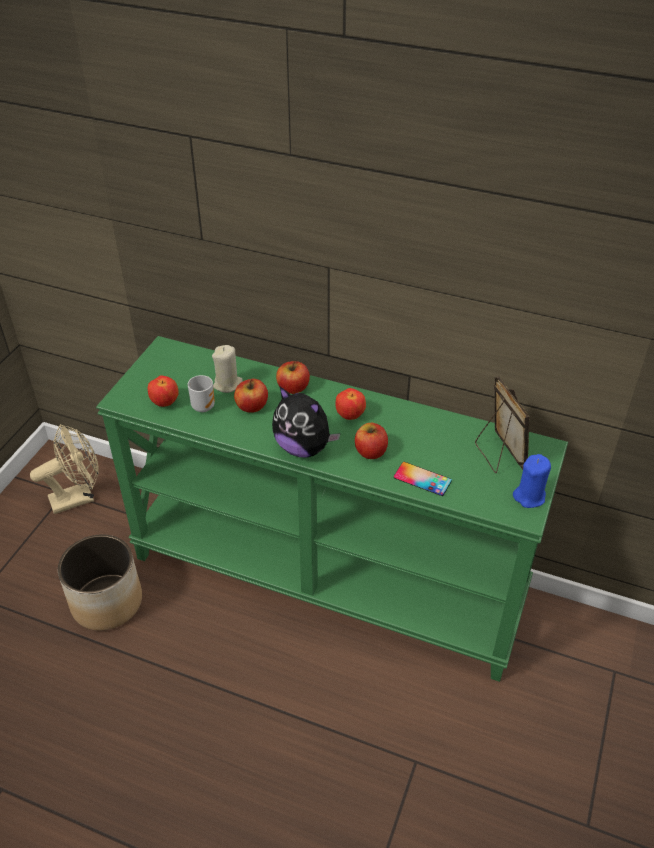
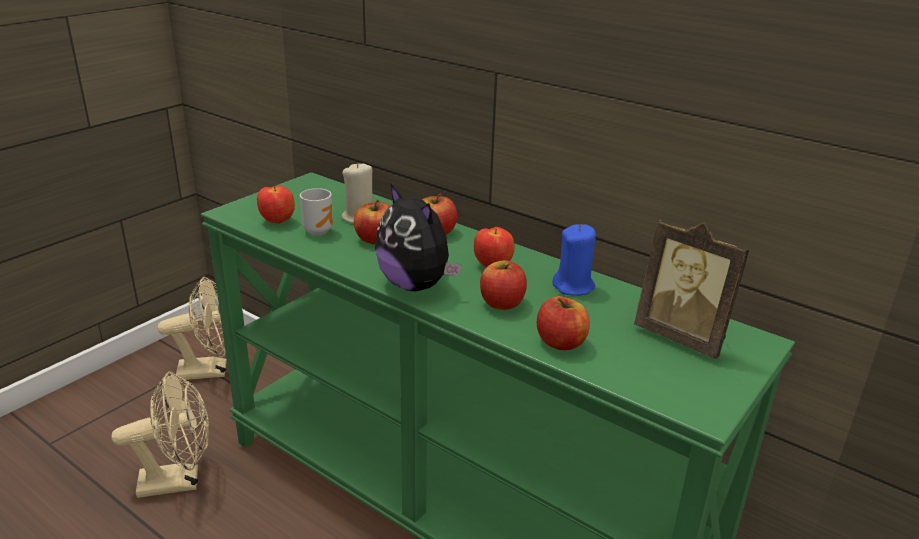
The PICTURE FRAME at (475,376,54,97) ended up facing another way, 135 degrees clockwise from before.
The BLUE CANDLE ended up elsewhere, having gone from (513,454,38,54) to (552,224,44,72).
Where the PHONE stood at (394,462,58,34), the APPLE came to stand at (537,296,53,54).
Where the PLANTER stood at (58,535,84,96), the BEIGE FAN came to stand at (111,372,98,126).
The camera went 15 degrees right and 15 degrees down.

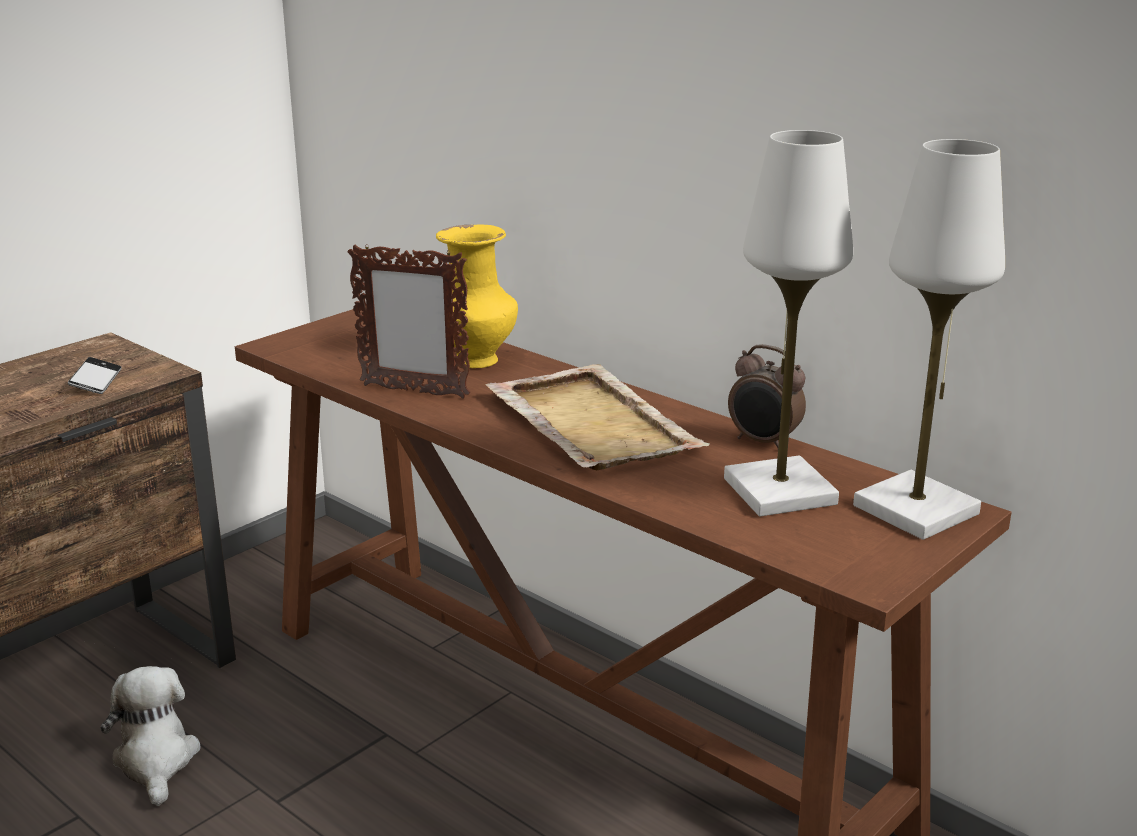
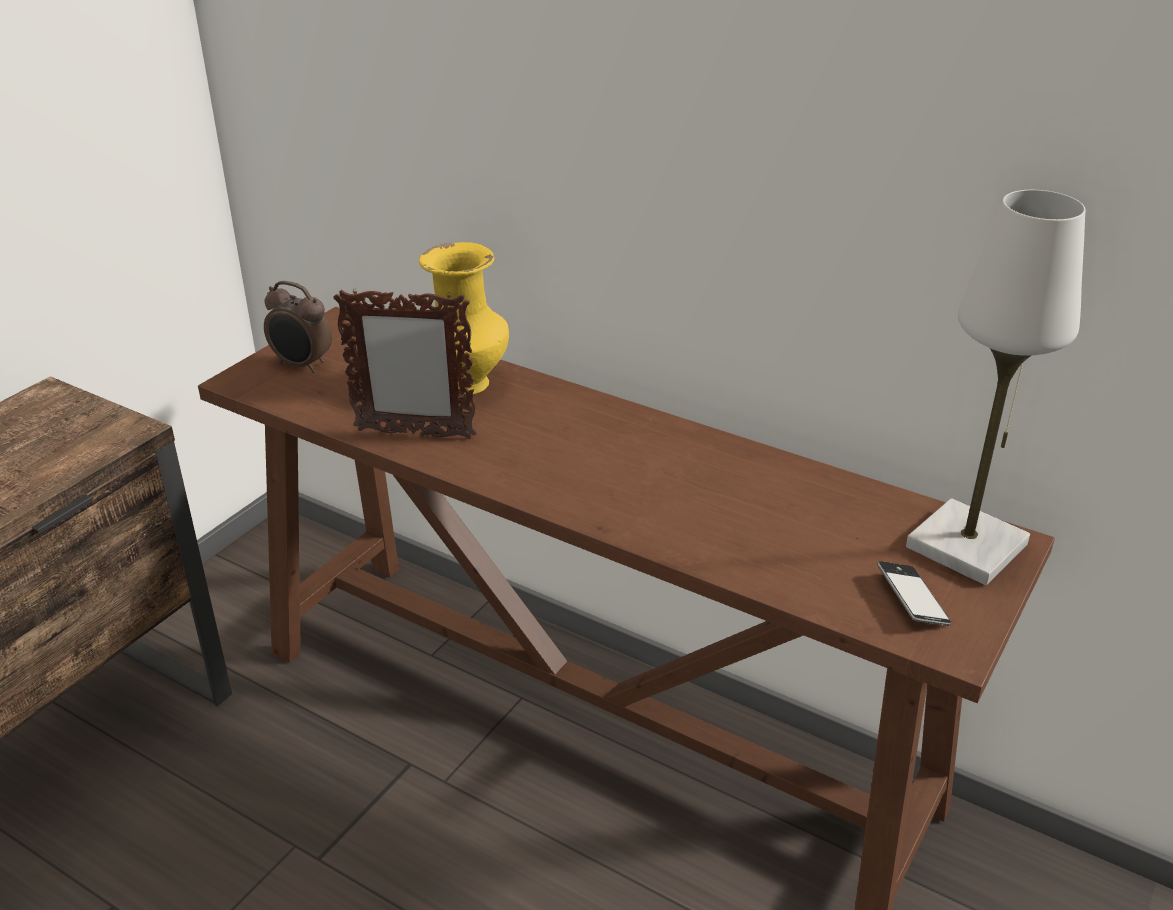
The second view lost the WHITE TABLE LAMP at (724,130,129,386).
The ALARM CLOCK ended up elsewhere, having gone from (728,344,78,104) to (264,281,68,92).
The PHONE ended up elsewhere, having gone from (68,357,53,37) to (877,561,74,65).
The second view lost the BEIGE TRAY at (486,364,224,106).
The second view lost the PLUSH TOY at (100,666,101,140).
The camera went 10 degrees left and 10 degrees up.

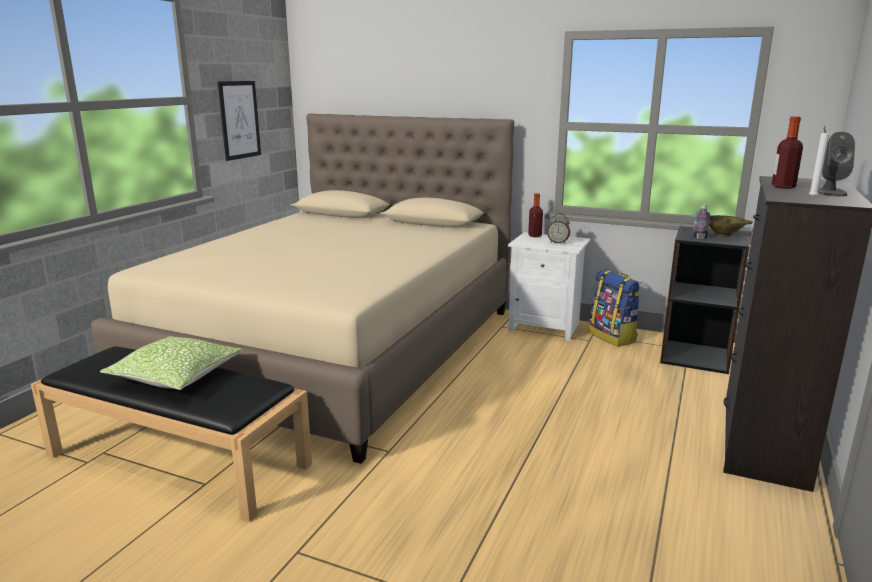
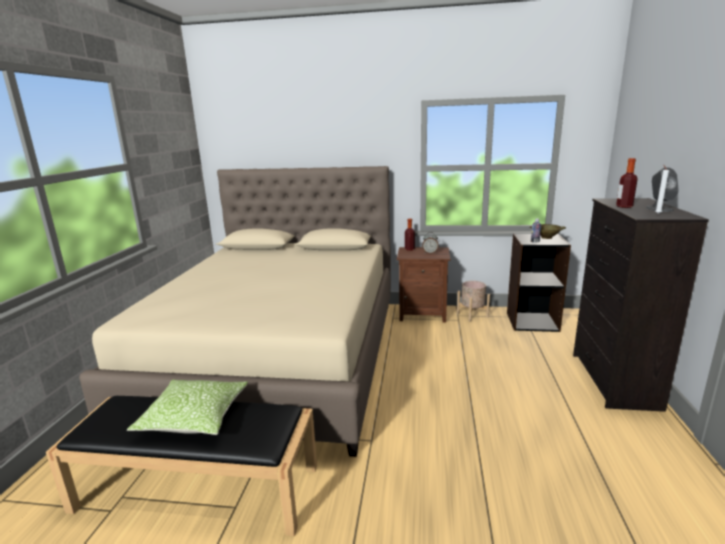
The second view lost the PICTURE at (218,81,43,80).
What was the WHITE NIGHTSTAND at (508,232,82,109) turned into the BROWN NIGHTSTAND at (397,247,53,76).
Where the BACKPACK stood at (589,270,52,77), the BEIGE PLANTER came to stand at (457,281,33,41).
The camera went 15 degrees left and 0 degrees up.

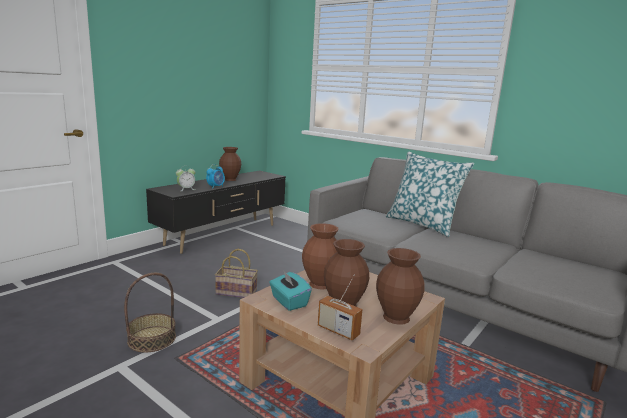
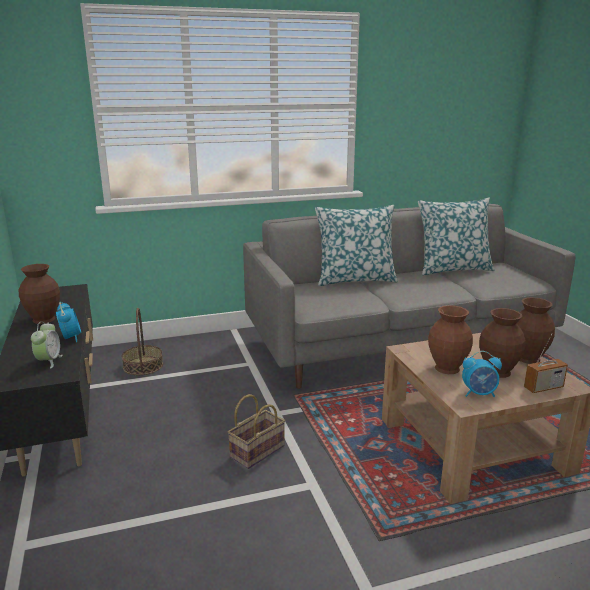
Where the TURQUOISE TISSUE BOX stood at (269,270,43,41), the ALARM CLOCK came to stand at (462,351,40,46).
The BASKET ended up elsewhere, having gone from (124,273,52,79) to (122,308,41,67).
The second view gained the PILLOW at (418,198,76,78).
The camera went 55 degrees left and 5 degrees up.

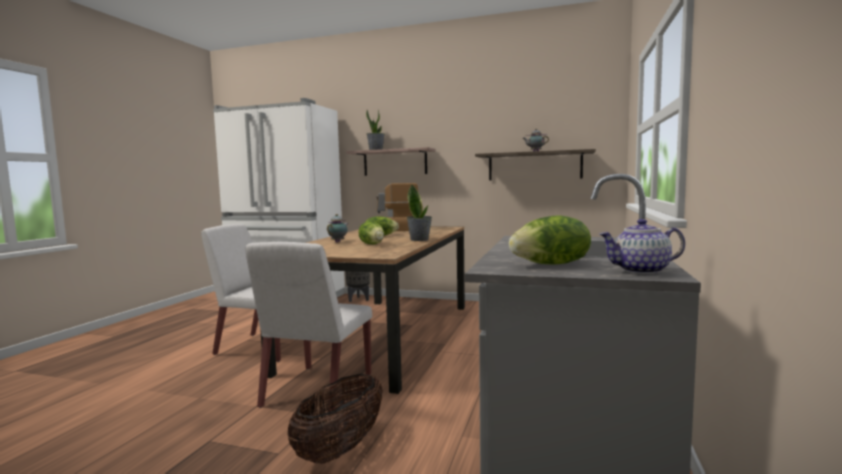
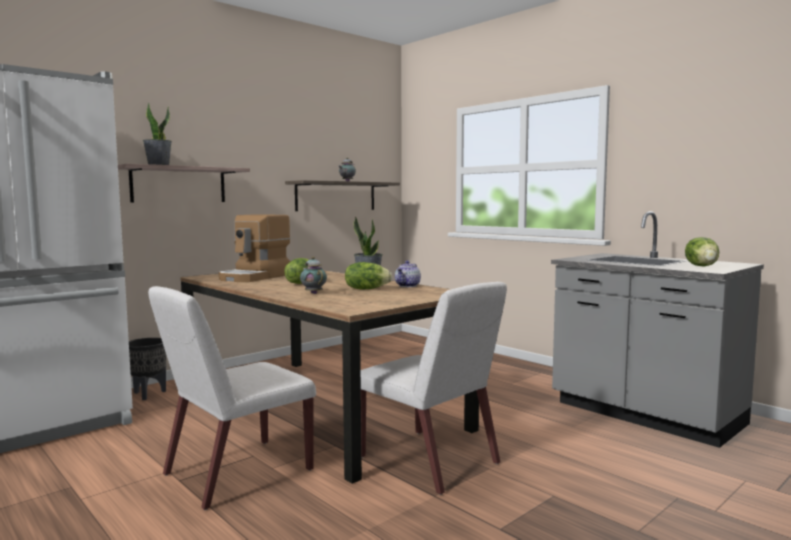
The TEAPOT ended up elsewhere, having gone from (599,219,86,55) to (395,260,26,27).
The second view lost the BASKET at (287,374,96,90).
The camera went 60 degrees left and 0 degrees up.

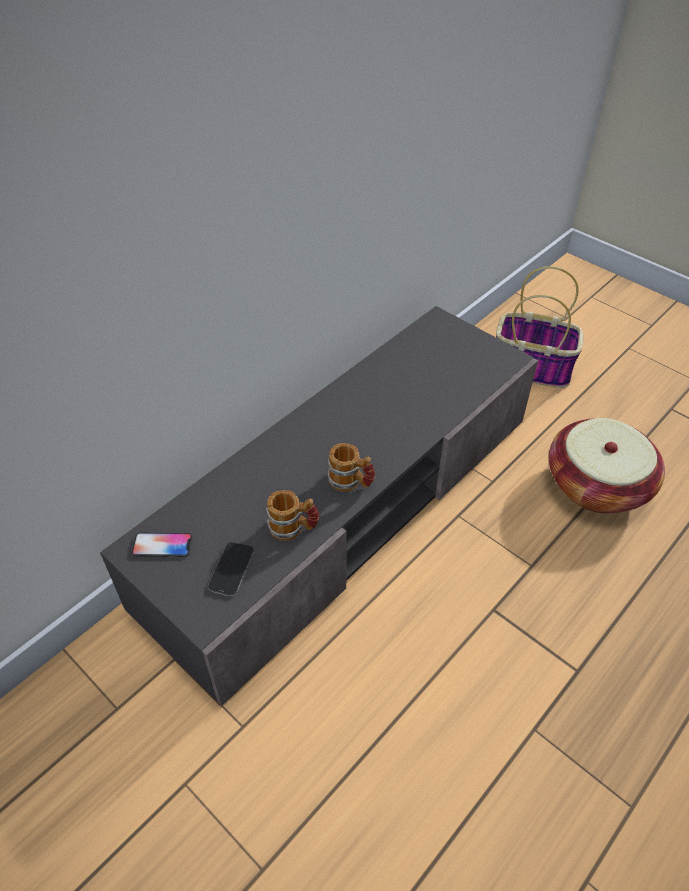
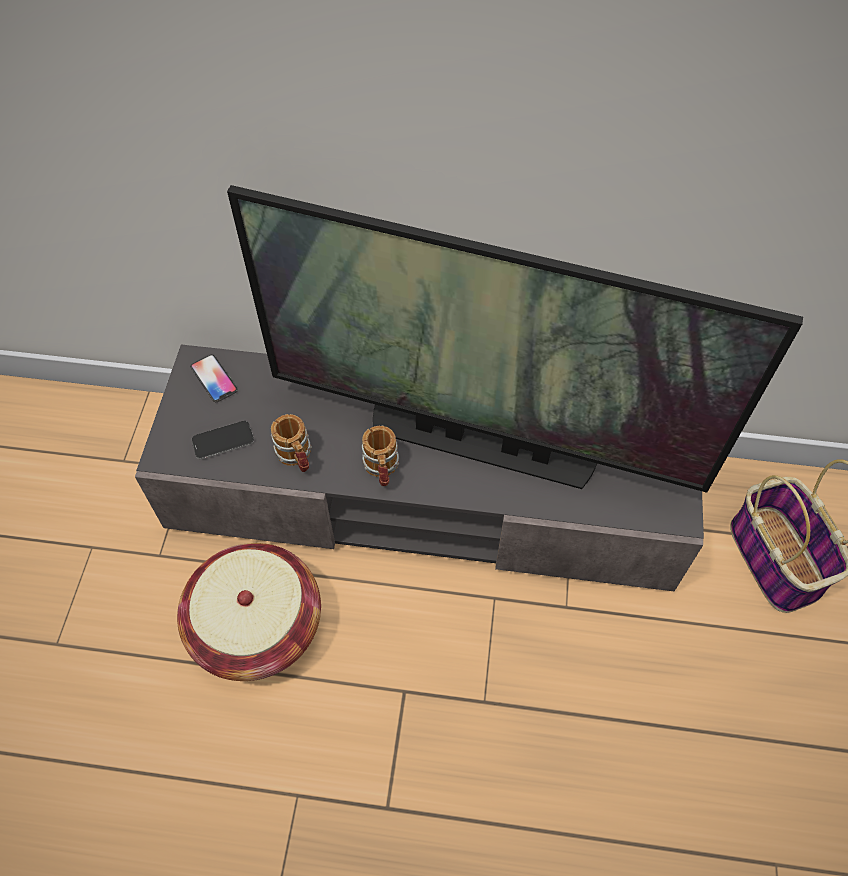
The BASKET ended up elsewhere, having gone from (549,418,116,96) to (177,543,144,138).
The second view gained the TELEVISION at (227,185,576,308).
The camera went 55 degrees right and 10 degrees up.

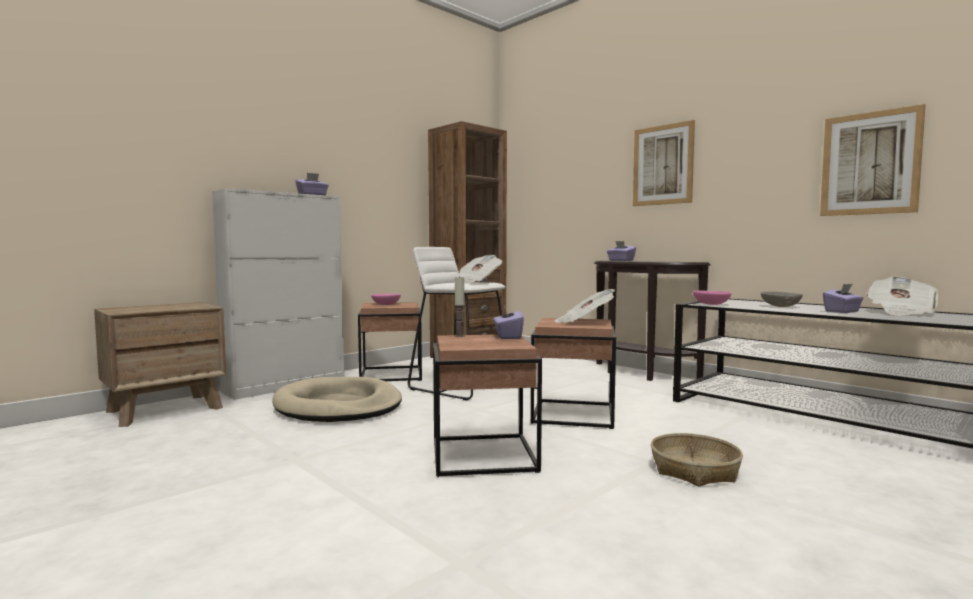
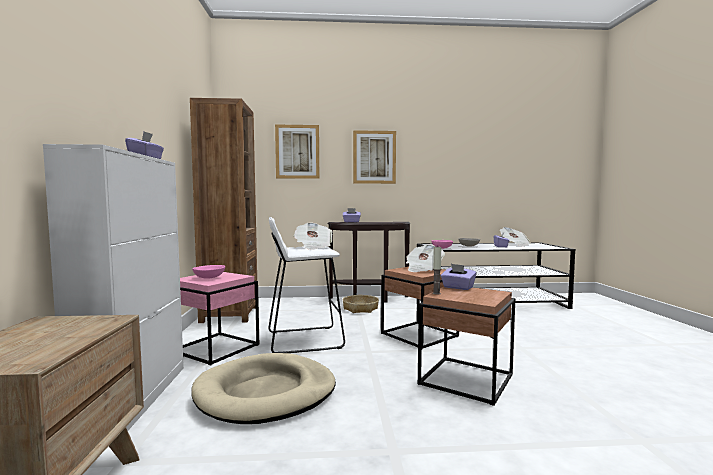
The PICTURE ended up elsewhere, having gone from (820,104,105,112) to (275,125,44,54).
What was the BROWN SIDE TABLE at (358,302,64,79) turned into the PINK SIDE TABLE at (180,272,79,94).
The BASKET ended up elsewhere, having gone from (651,433,92,54) to (343,295,36,18).
The camera went 50 degrees left and 0 degrees up.

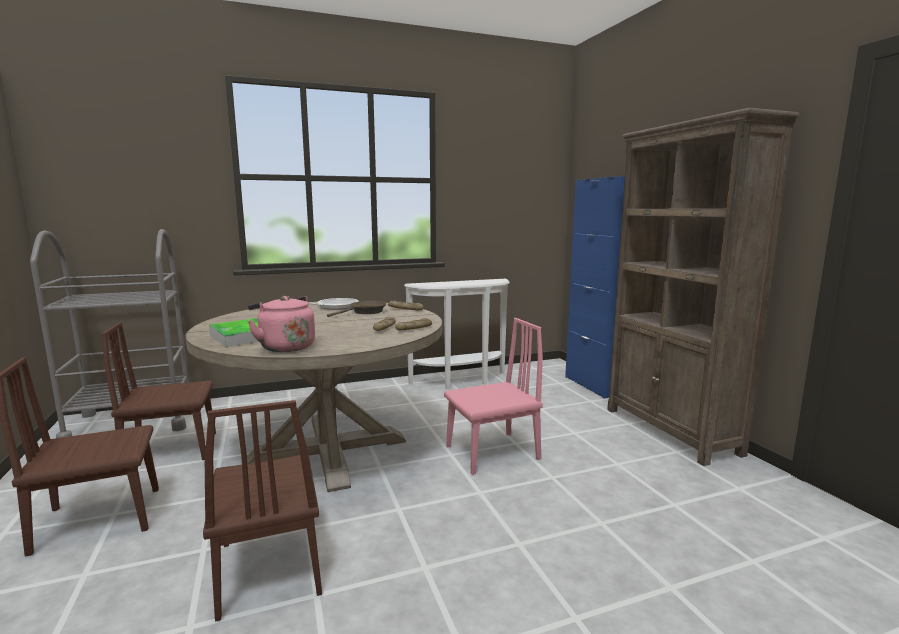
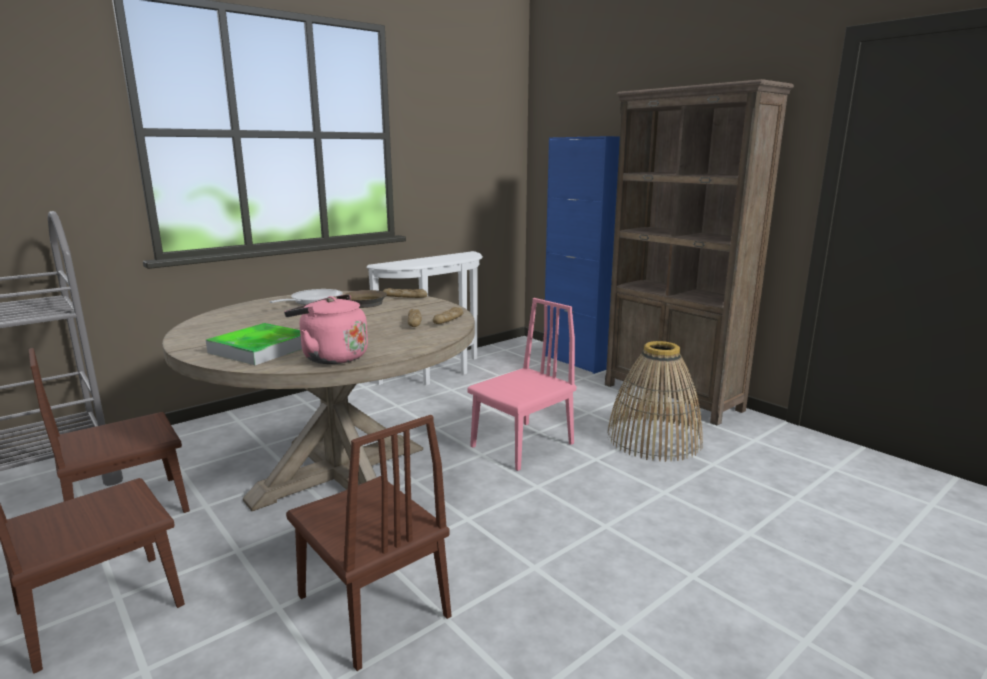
The second view gained the BASKET at (608,341,95,121).
The camera went 20 degrees left and 5 degrees up.

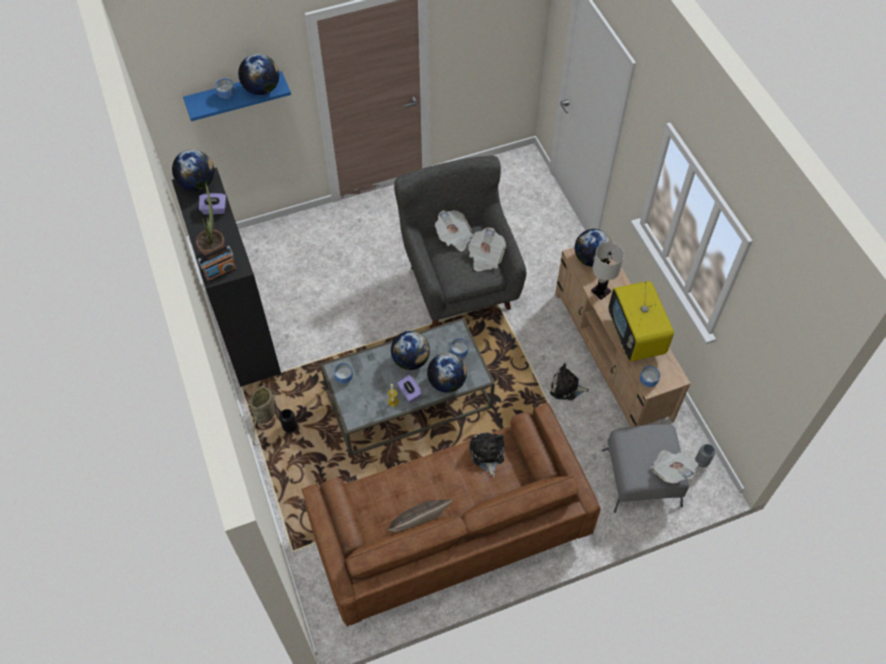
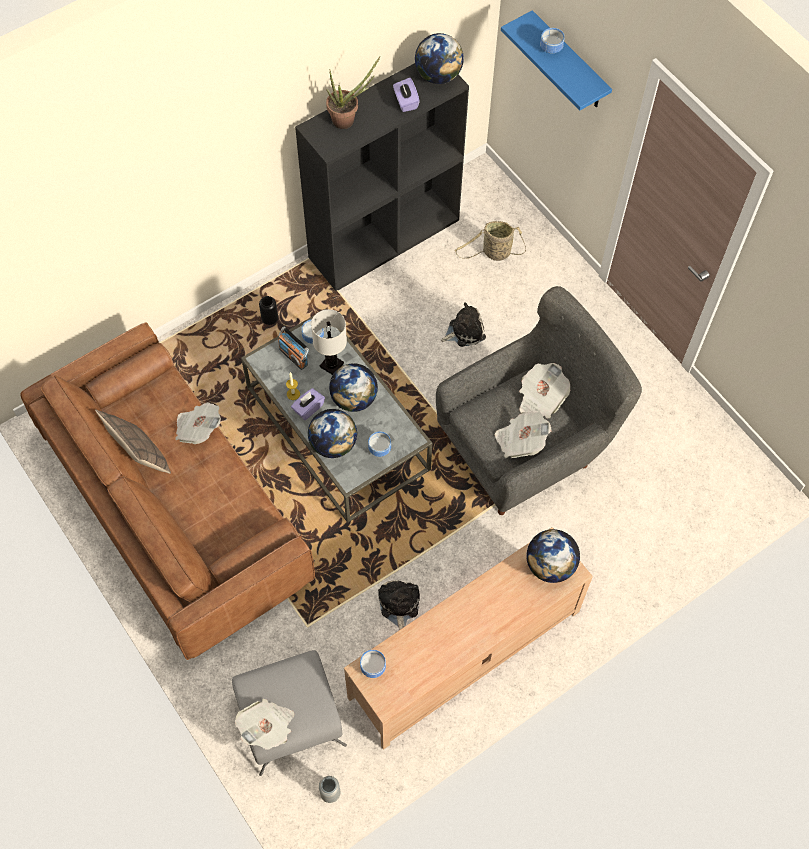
The second view lost the GLOBE at (238,54,41,41).
The WHITE TABLE LAMP ended up elsewhere, having gone from (591,242,33,58) to (311,309,36,66).
The RADIO ended up elsewhere, having gone from (198,245,39,37) to (278,326,31,44).
The second view lost the TELEVISION at (608,281,66,80).
The BASKET ended up elsewhere, having gone from (250,382,25,63) to (455,221,71,40).
The PLUSH TOY ended up elsewhere, having gone from (470,432,34,45) to (441,302,45,45).
The second view gained the NEWSPAPER at (175,402,46,42).
The camera went 75 degrees right and 5 degrees up.

